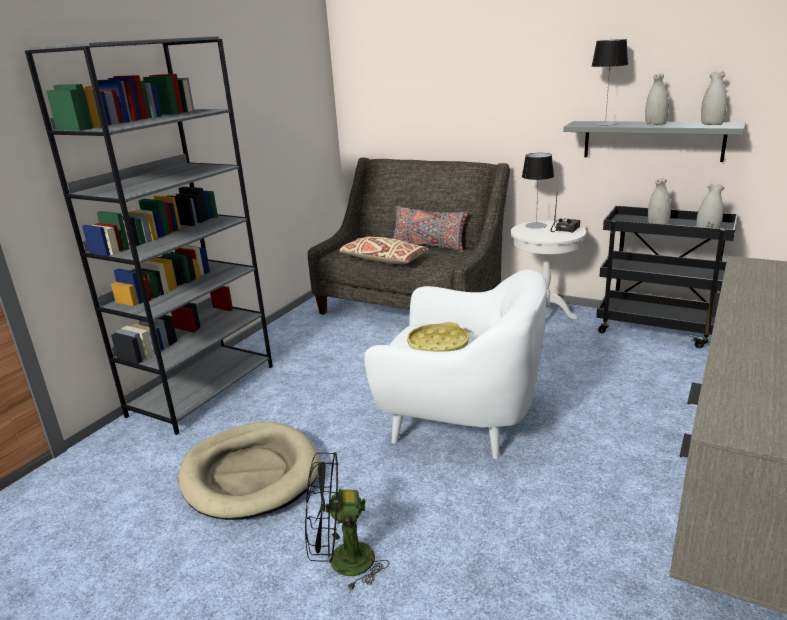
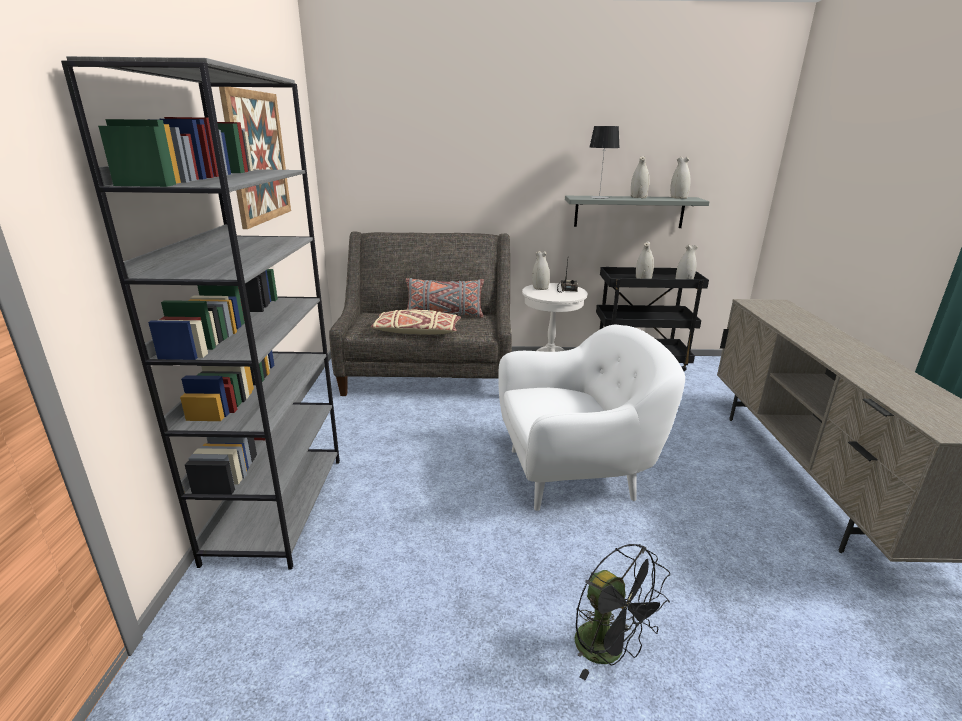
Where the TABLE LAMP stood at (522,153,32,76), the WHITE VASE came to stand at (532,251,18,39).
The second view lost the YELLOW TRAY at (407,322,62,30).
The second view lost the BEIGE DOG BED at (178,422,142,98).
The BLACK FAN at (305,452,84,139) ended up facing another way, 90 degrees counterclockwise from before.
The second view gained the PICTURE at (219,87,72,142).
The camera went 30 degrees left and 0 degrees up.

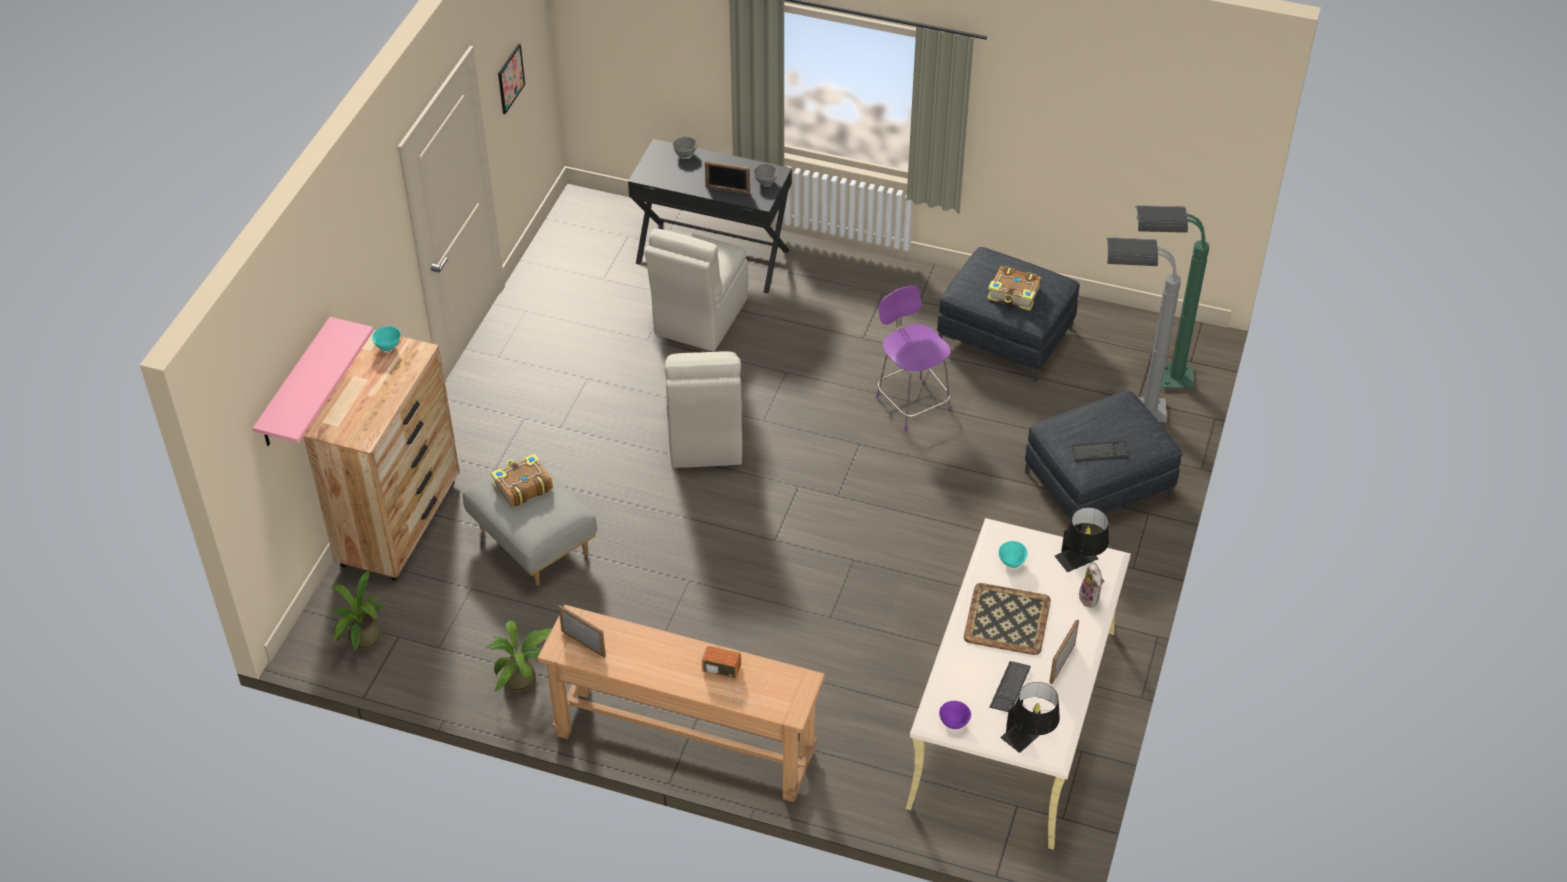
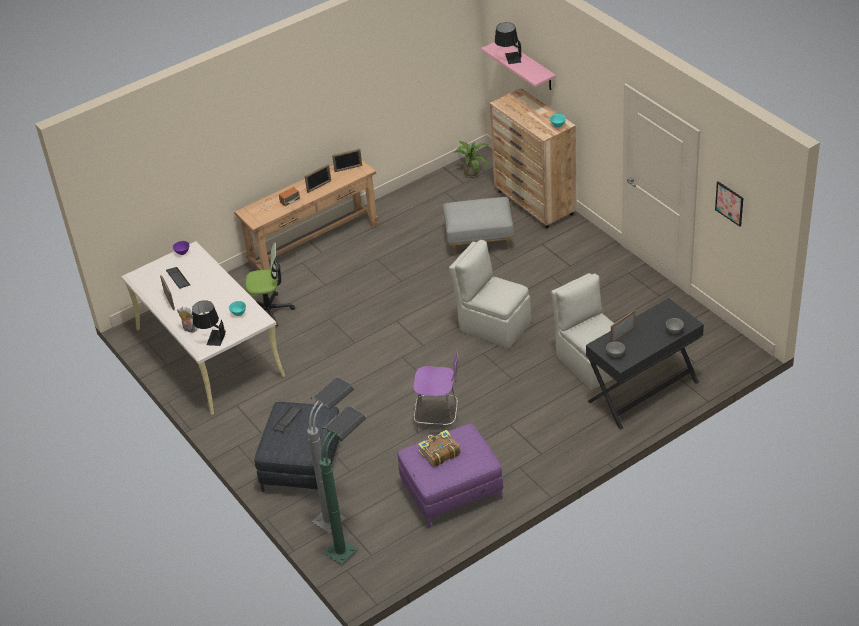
What was the GREY OTTOMAN at (937,247,143,135) turned into the PURPLE OTTOMAN at (397,424,106,104).
The second view lost the BOOK at (491,453,62,54).
The second view lost the TRAY at (964,583,87,72).
The second view lost the POTTED PLANT at (486,620,66,72).
The BLACK TABLE LAMP ended up elsewhere, having gone from (1000,682,60,71) to (495,22,26,42).
The second view gained the PICTURE FRAME at (305,164,26,29).
The second view gained the OFFICE CHAIR at (245,242,50,84).
The camera went 130 degrees right and 5 degrees down.

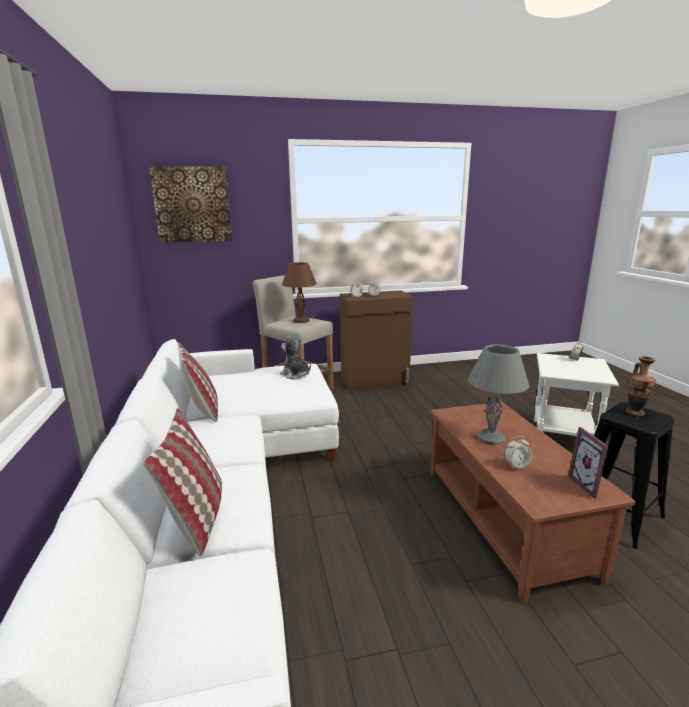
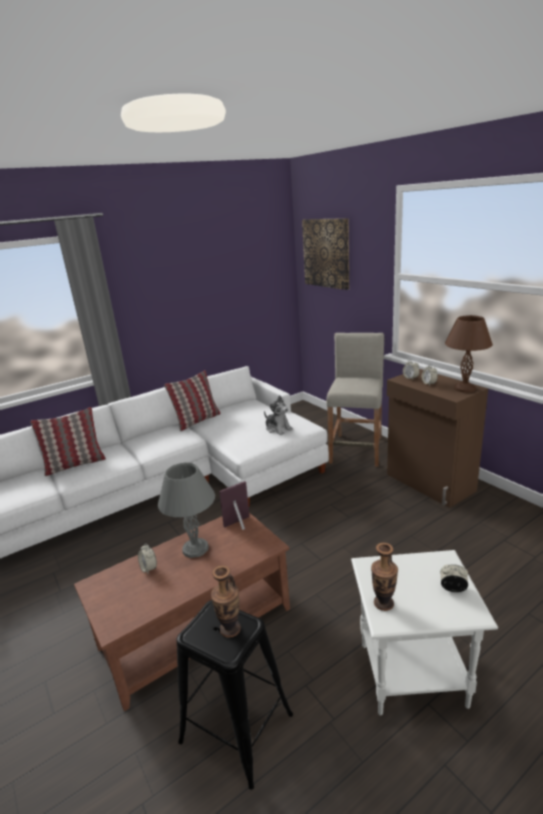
The BROWN TABLE LAMP ended up elsewhere, having gone from (282,262,35,61) to (445,315,48,78).
The PLUSH TOY at (280,336,31,43) ended up facing another way, 120 degrees clockwise from before.
The PICTURE FRAME ended up elsewhere, having gone from (568,427,40,72) to (219,481,30,49).
The second view gained the VASE at (371,543,27,68).
The camera went 70 degrees right and 5 degrees up.

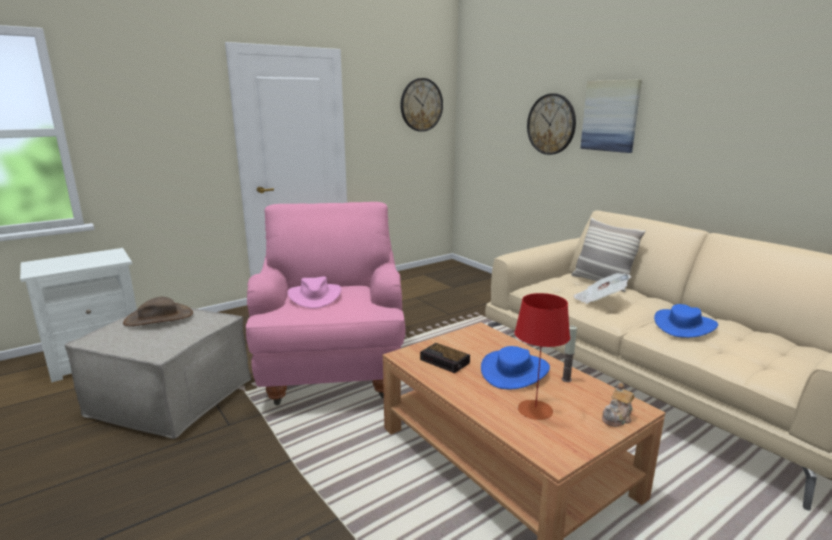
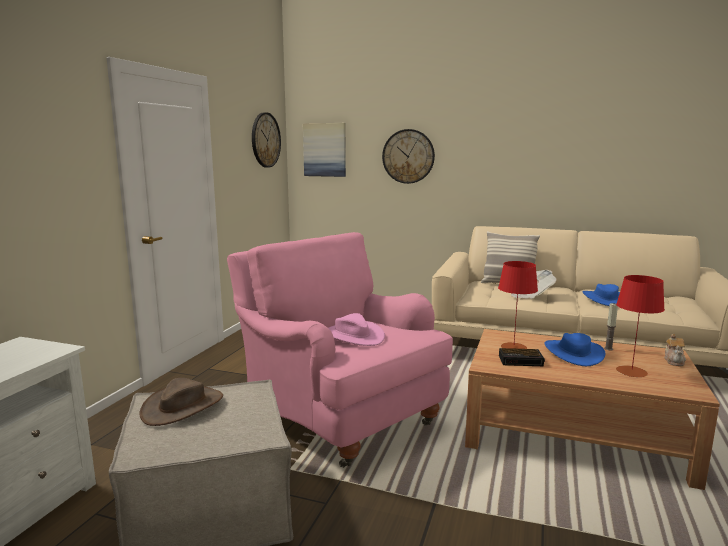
The PICTURE ended up elsewhere, having gone from (580,80,62,73) to (303,123,43,54).
The second view gained the RED TABLE LAMP at (498,261,40,88).
The camera went 35 degrees left and 5 degrees down.

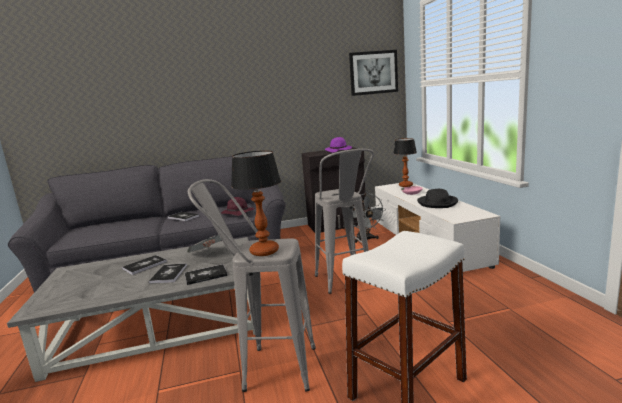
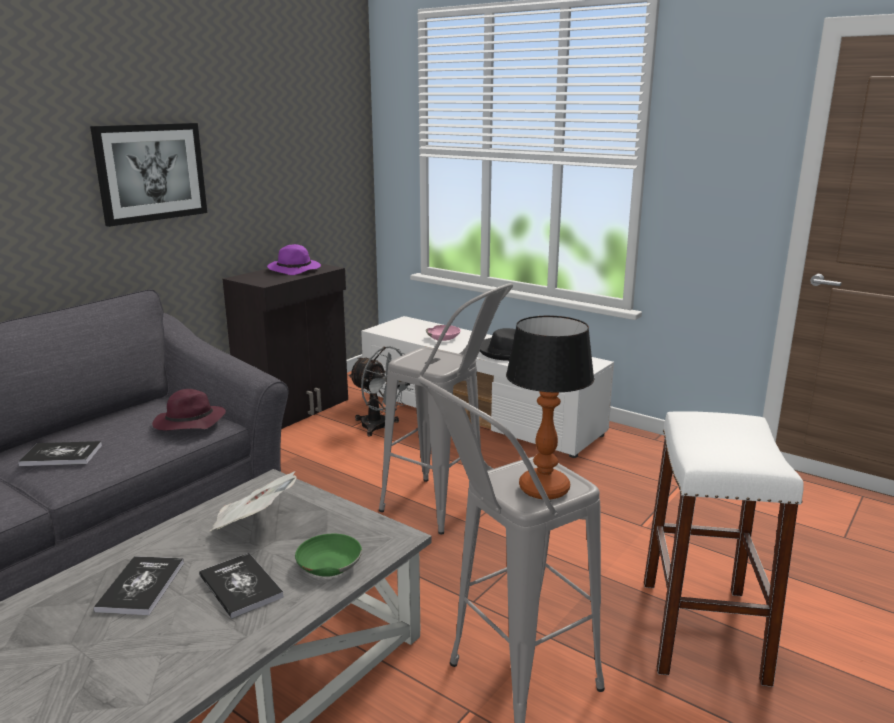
The PICTURE ended up elsewhere, having gone from (349,50,49,46) to (90,123,117,104).
The second view lost the TABLE LAMP at (393,138,24,49).
Where the BOOK stood at (185,264,43,21), the GREEN BOWL came to stand at (295,534,67,43).
The camera went 40 degrees left and 5 degrees up.

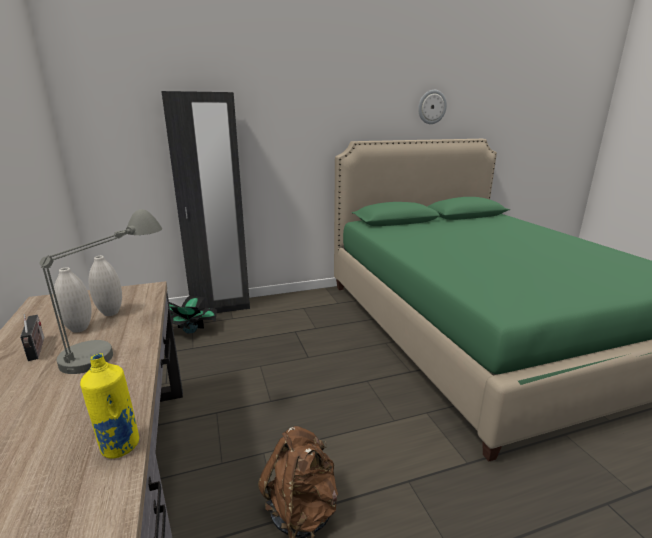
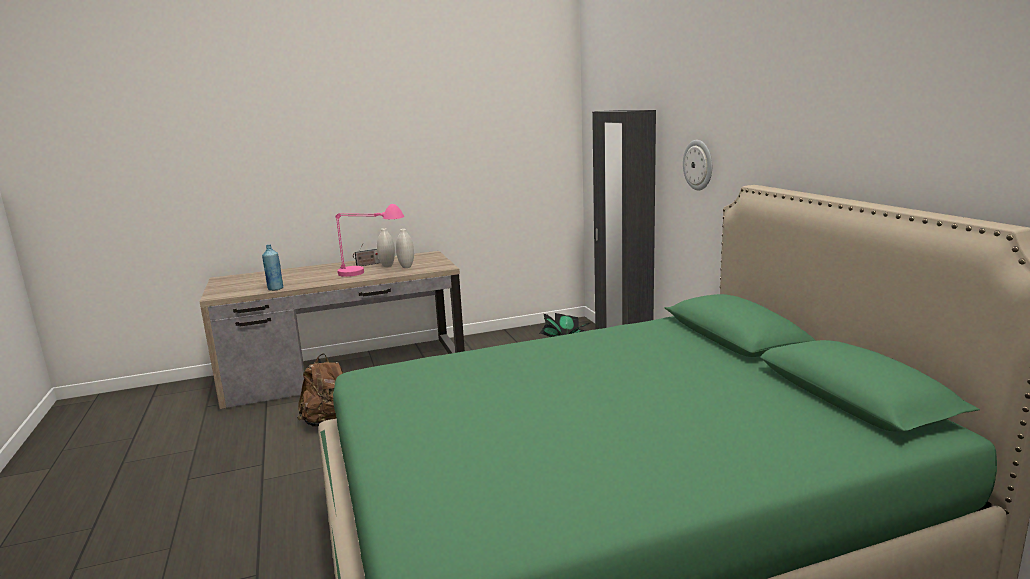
The WALL CLOCK ended up elsewhere, having gone from (418,90,29,34) to (683,140,29,51).
What was the GREY TABLE LAMP at (39,209,123,165) turned into the PINK TABLE LAMP at (335,204,70,73).
What was the YELLOW BOTTLE at (80,353,59,106) turned into the BLUE BOTTLE at (262,245,22,46).
The camera went 90 degrees right and 5 degrees down.

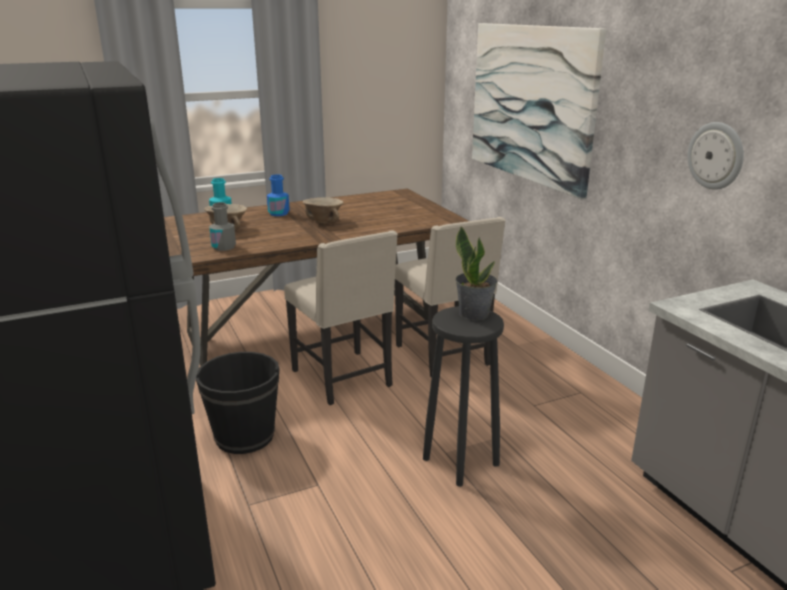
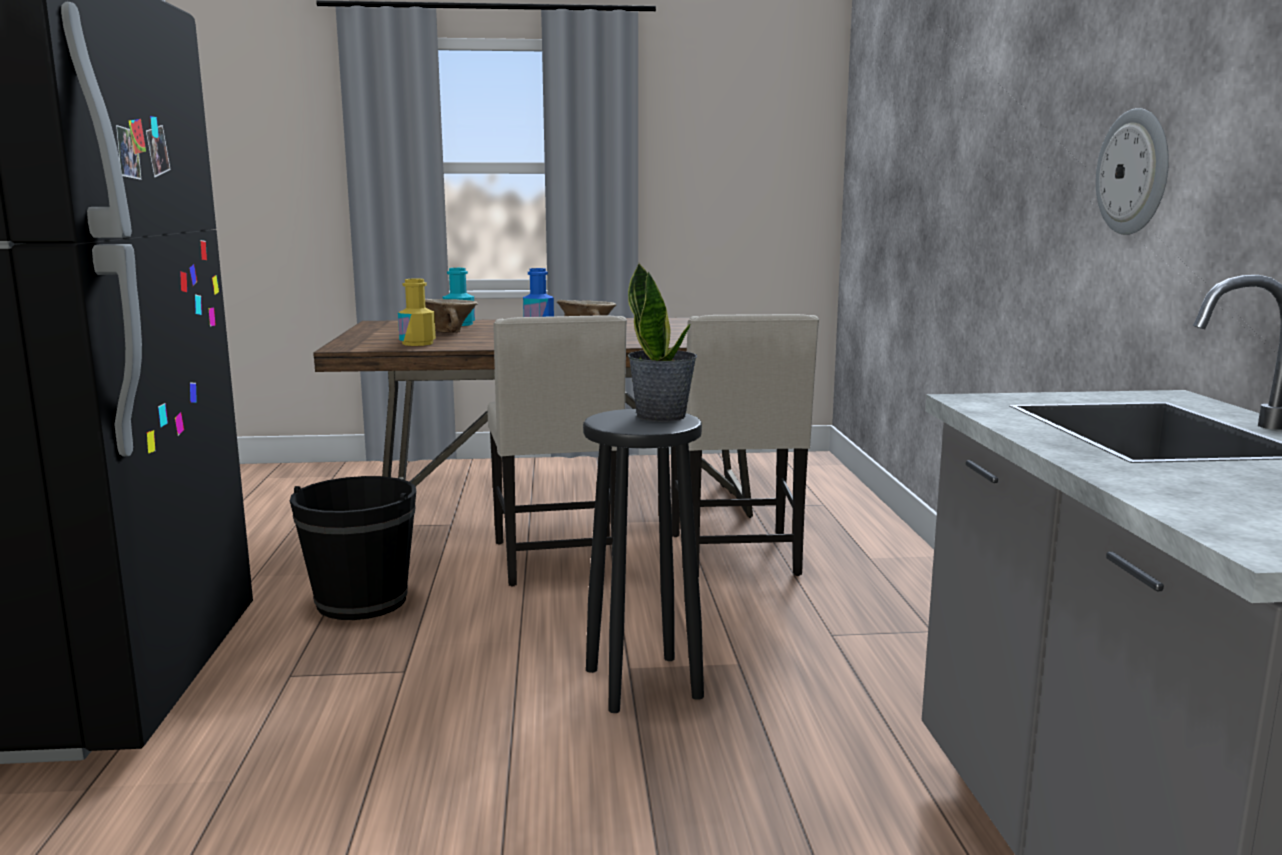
The second view lost the PICTURE at (472,23,134,177).
What was the GREY BOTTLE at (209,202,27,49) turned into the YELLOW BOTTLE at (398,279,38,67).
The camera went 20 degrees right and 10 degrees down.

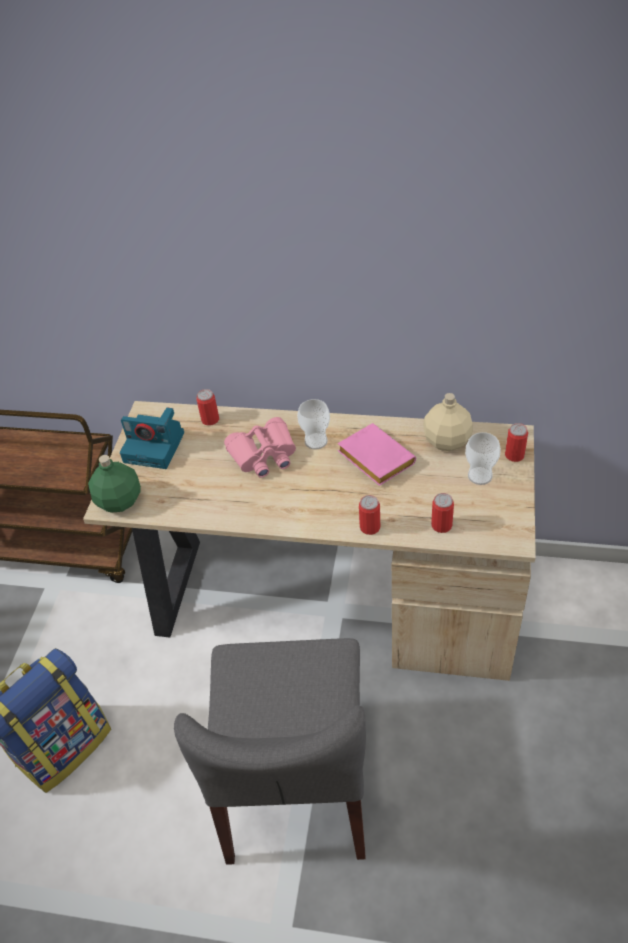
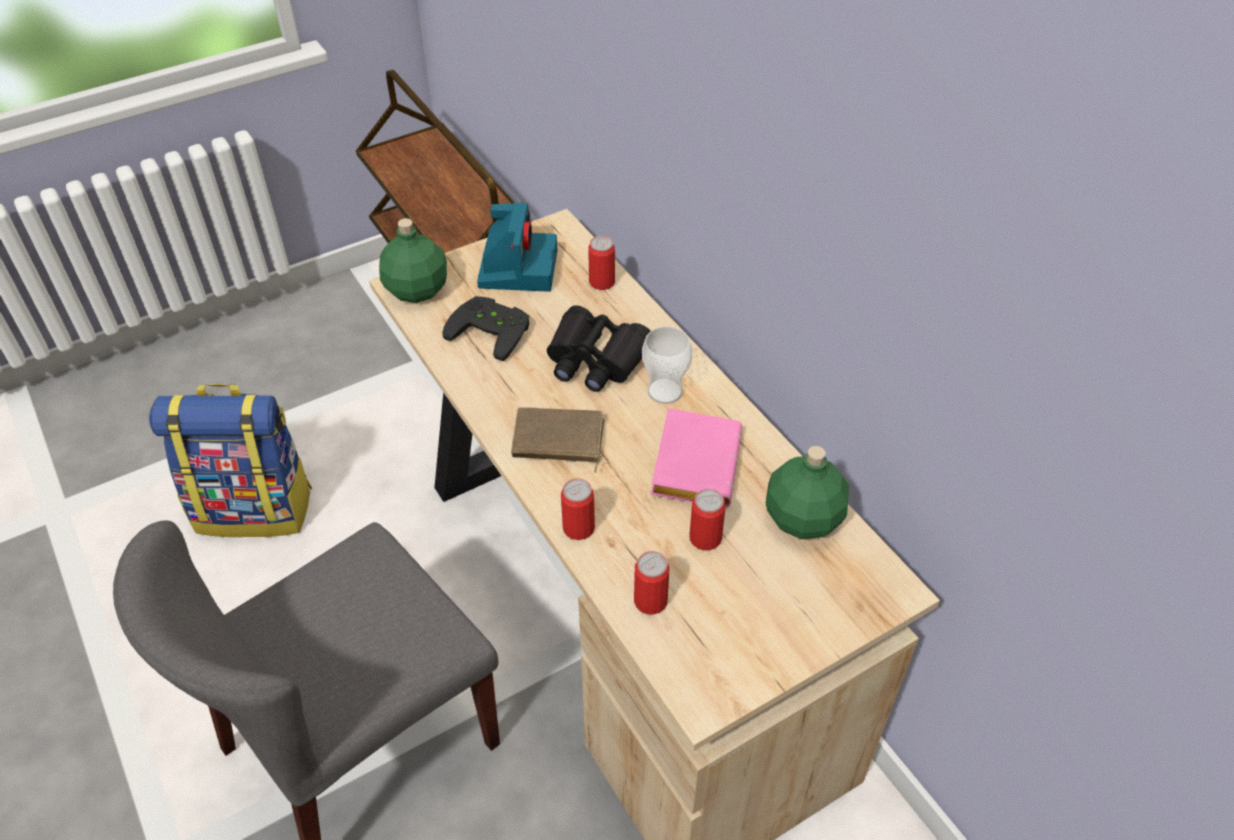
What was the BEIGE BOTTLE at (423,393,50,58) turned into the GREEN BOTTLE at (766,446,83,93).
The PHOTO CAMERA at (120,408,64,61) ended up facing another way, 150 degrees counterclockwise from before.
What was the PINK BINOCULARS at (224,417,72,61) turned into the BLACK BINOCULARS at (547,305,104,87).
The CAN ended up elsewhere, having gone from (505,423,23,39) to (689,489,37,61).
The second view lost the CUP at (465,432,36,53).
The second view gained the BLACK GAME CONTROLLER at (442,296,87,65).
The second view gained the BROWN BOOK at (511,407,94,66).
The camera went 45 degrees right and 0 degrees up.

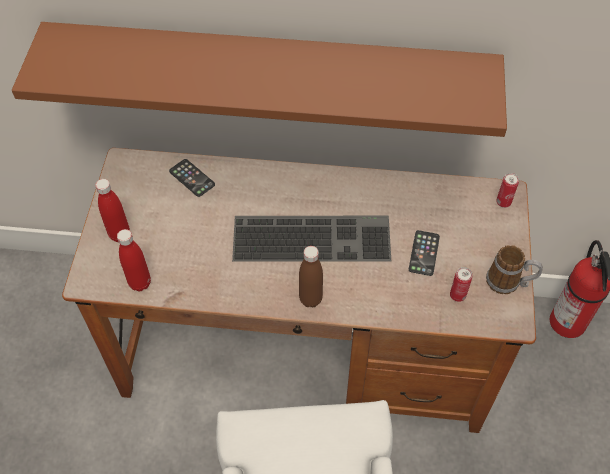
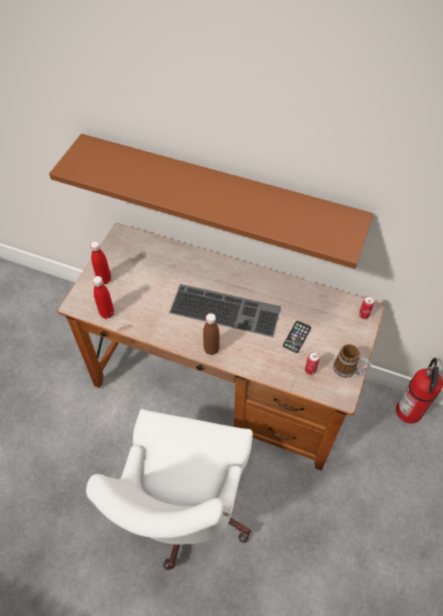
The second view lost the PHONE at (169,159,46,38).
The camera went 15 degrees right and 0 degrees up.

